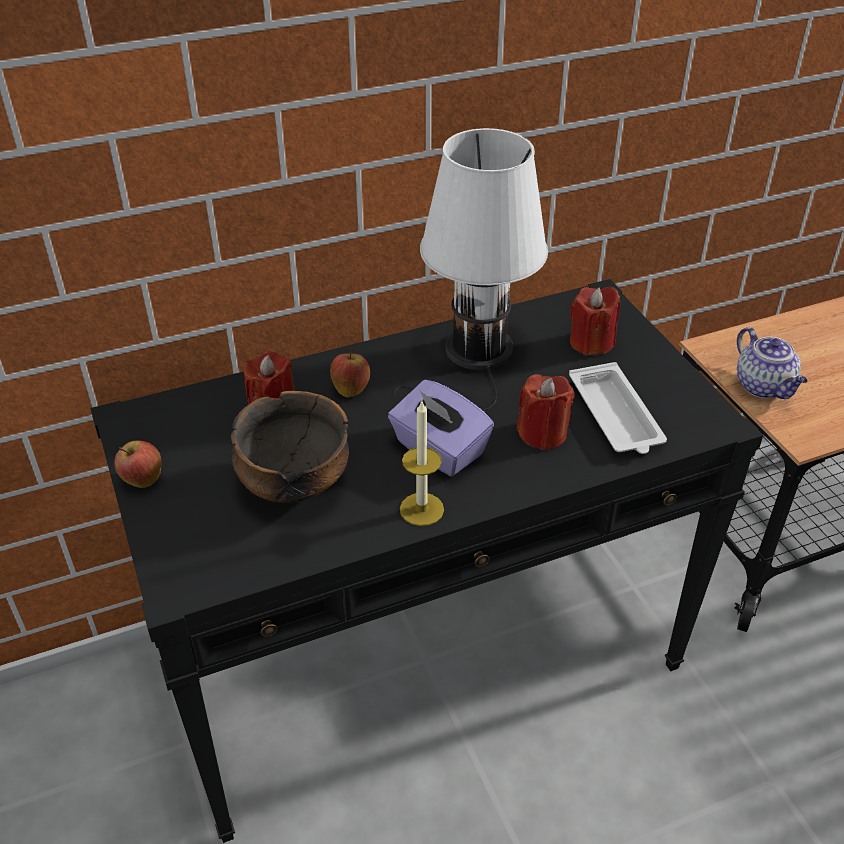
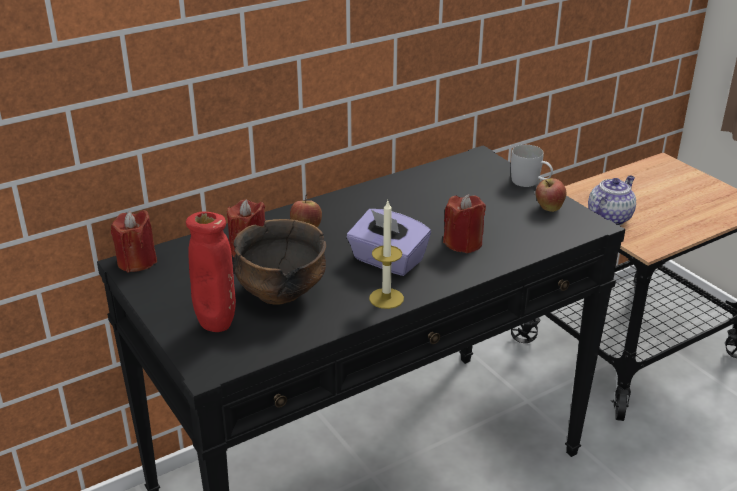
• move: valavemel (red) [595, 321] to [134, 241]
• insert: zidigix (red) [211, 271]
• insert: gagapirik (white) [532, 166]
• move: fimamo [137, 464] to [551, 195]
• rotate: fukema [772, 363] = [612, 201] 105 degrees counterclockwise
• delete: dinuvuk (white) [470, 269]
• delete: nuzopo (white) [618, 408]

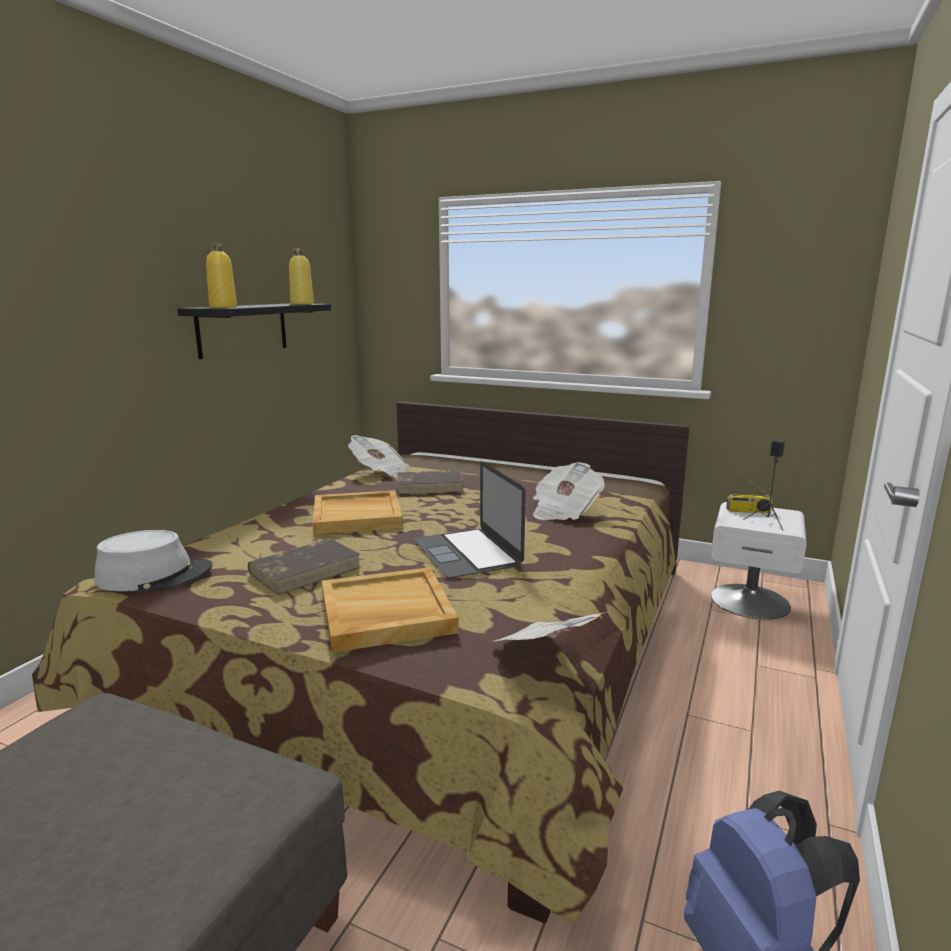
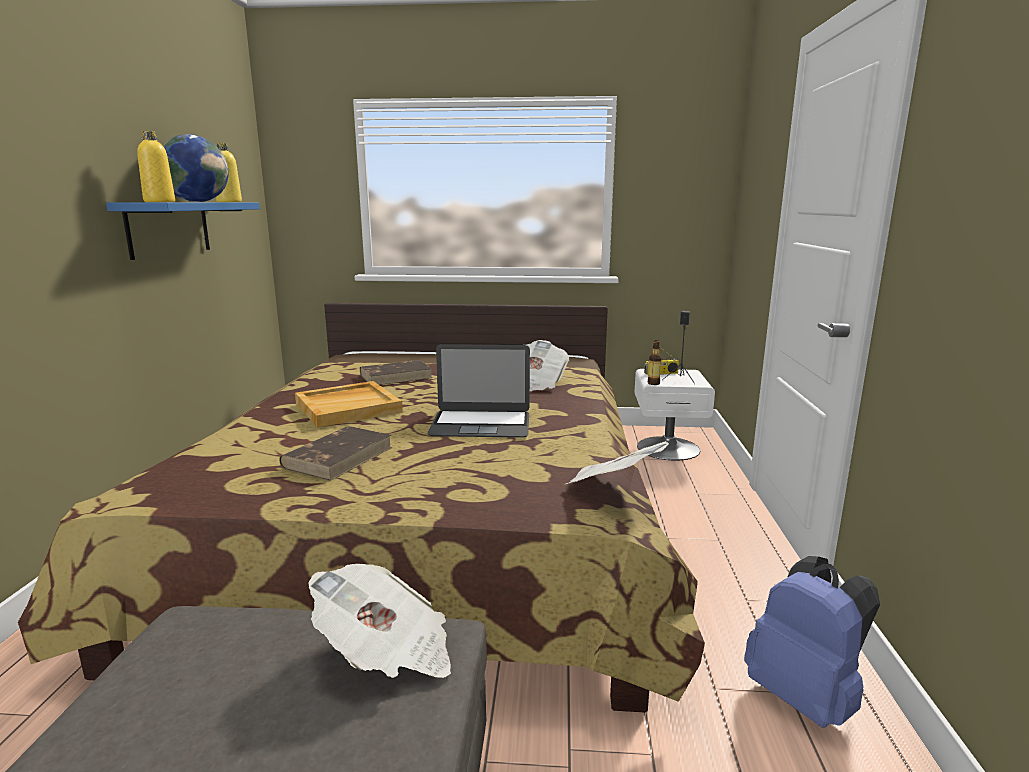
• recolor: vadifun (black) [254, 331] to vadifun (blue) [183, 231]
• insert: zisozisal [196, 168]
• move: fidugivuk [378, 456] to [379, 621]
• rotate: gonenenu [470, 519] = [479, 391] 45 degrees counterclockwise
• insert: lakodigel [655, 362]
• delete: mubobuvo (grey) [154, 560]
• delete: nuzopo (beige) [390, 610]

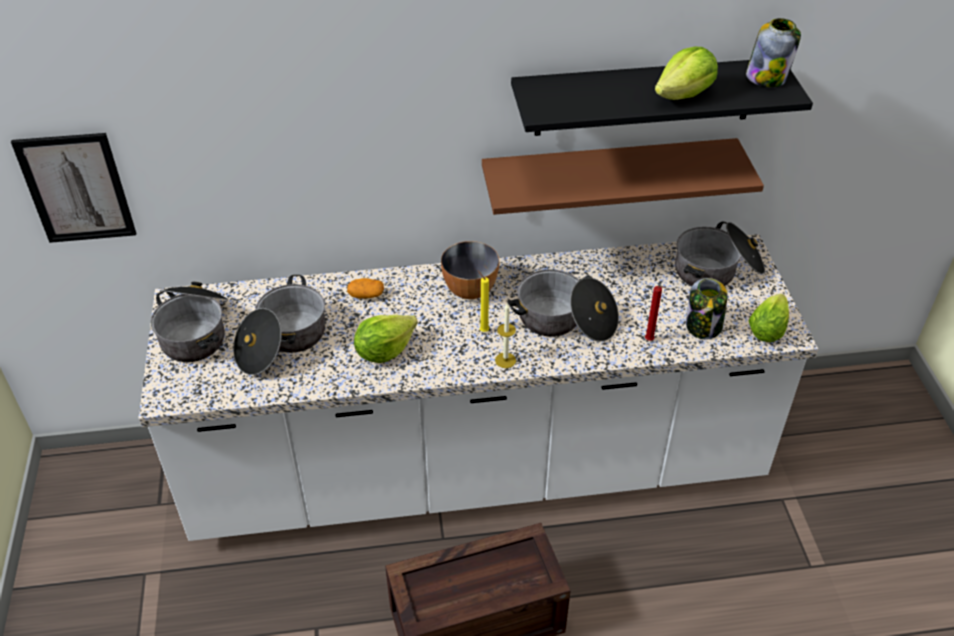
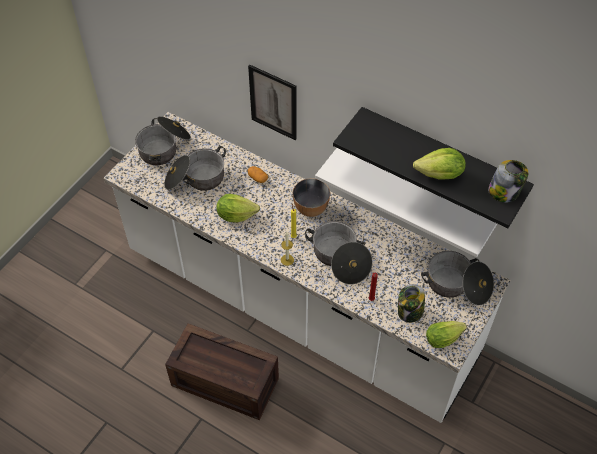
• move: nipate [73, 188] to [272, 102]
• recolor: vadifun (brown) [623, 176] to vadifun (white) [406, 202]

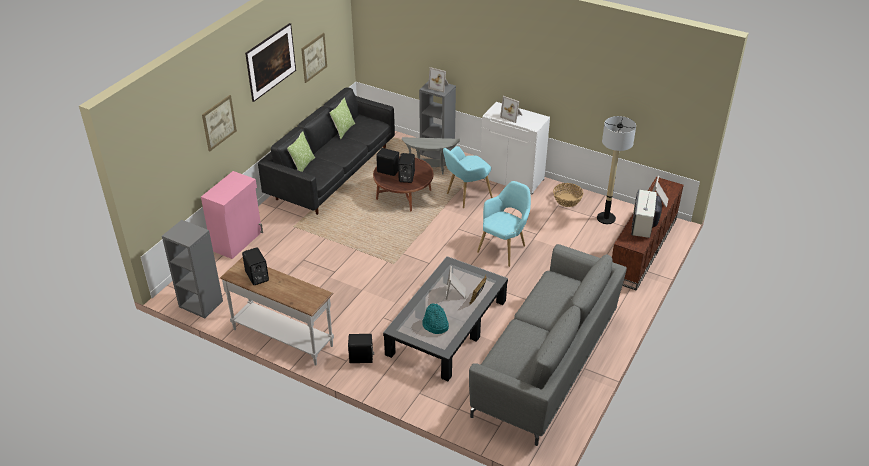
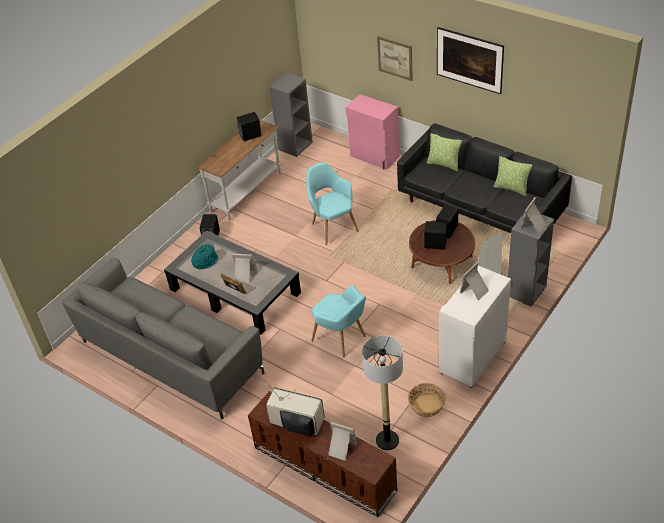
• move: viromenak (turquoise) [468, 177] to [332, 203]
• delete: nipate [314, 58]

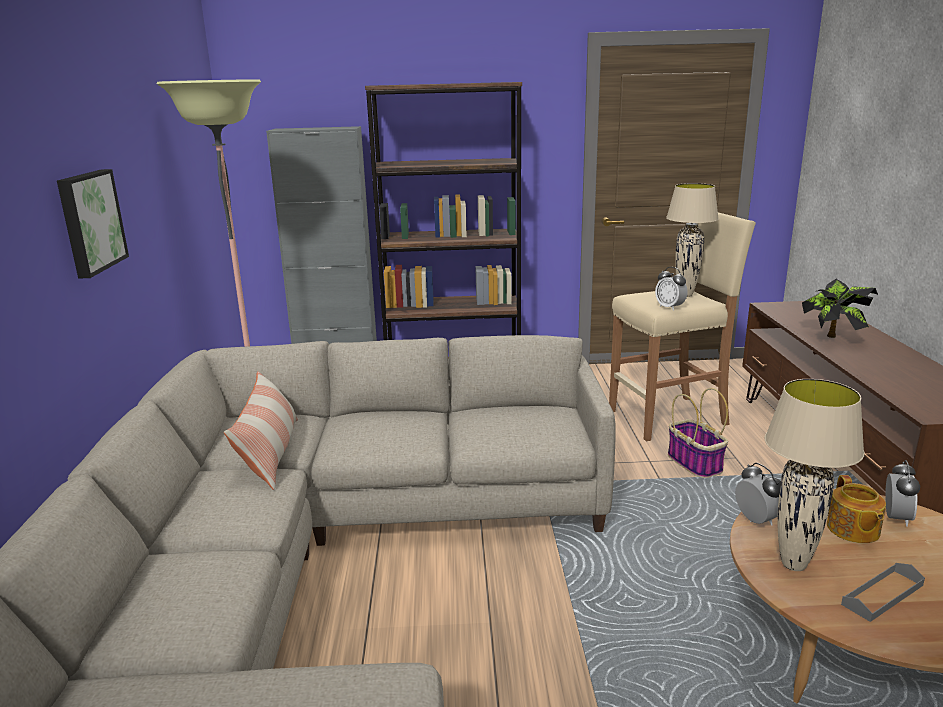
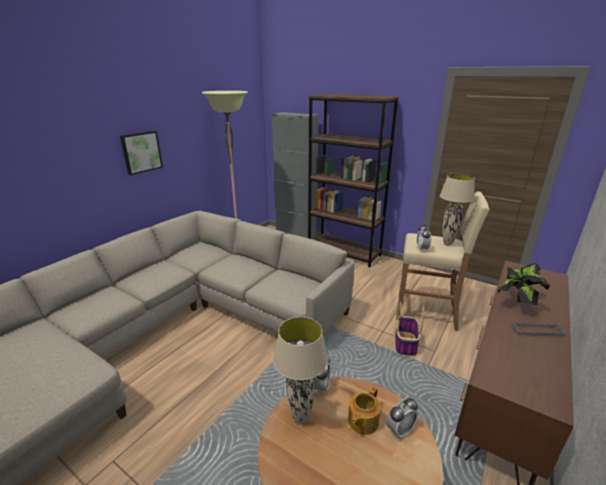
• move: nuzopo (grey) [883, 592] to [538, 330]
• delete: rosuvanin [261, 430]

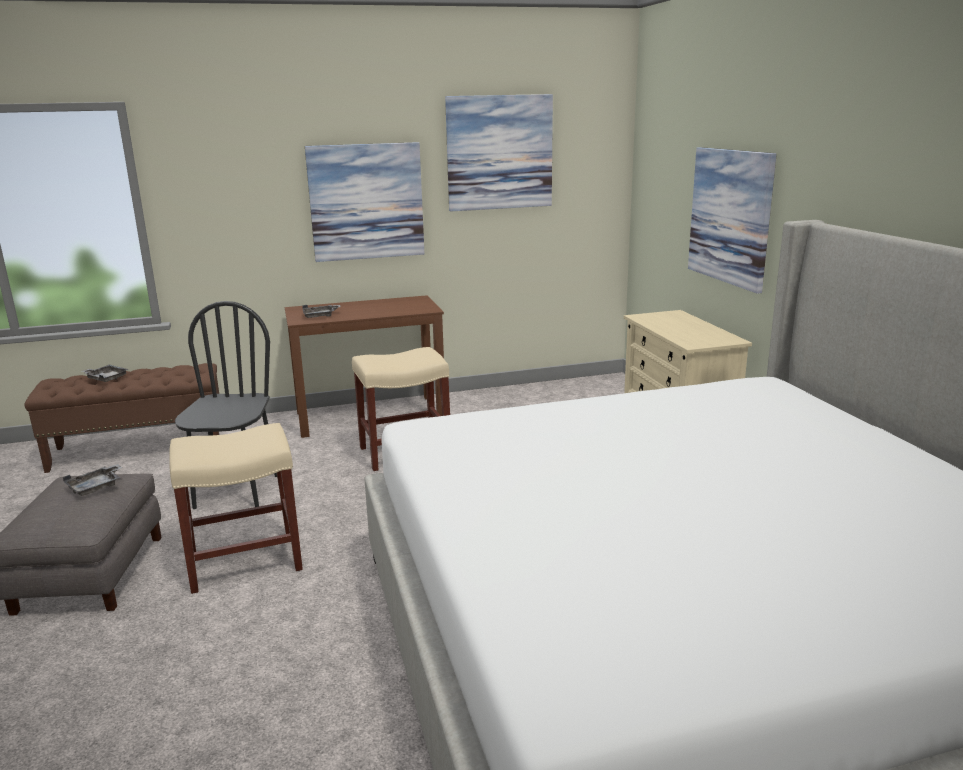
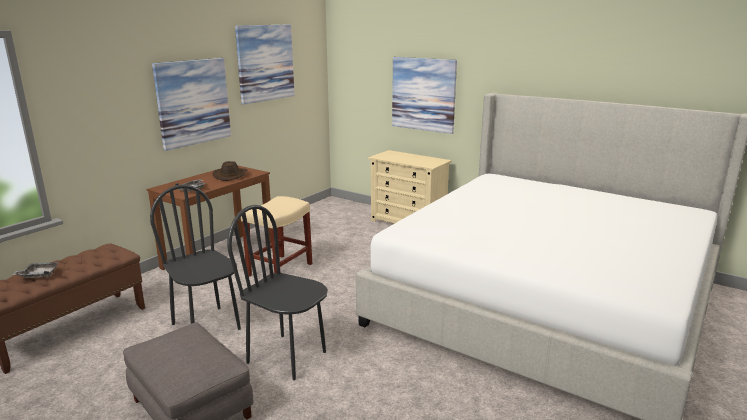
• insert: mubobuvo (brown) [230, 171]
• replace: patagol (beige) [236, 508] to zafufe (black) [277, 292]
• delete: nuzopo (grey) [92, 480]

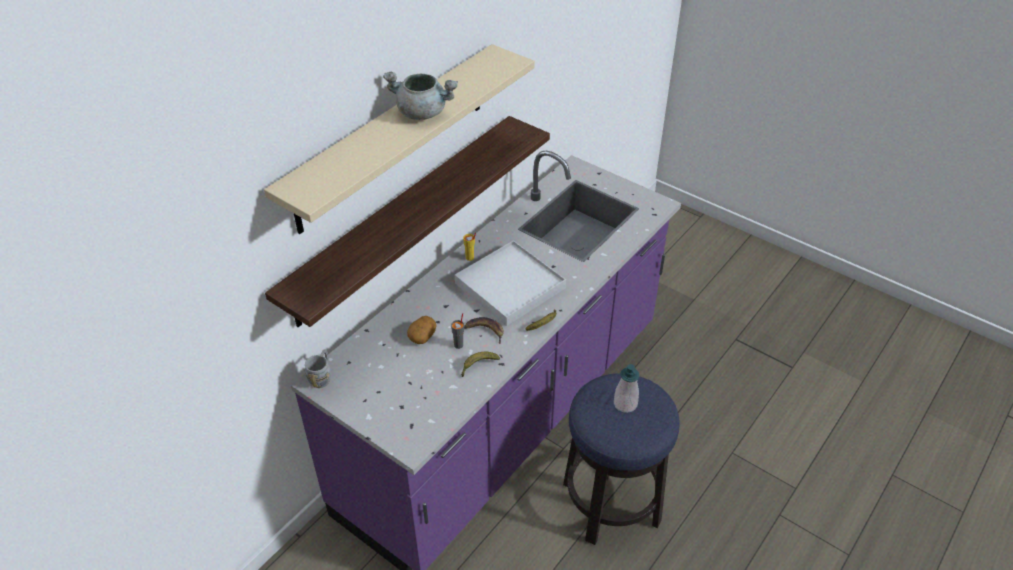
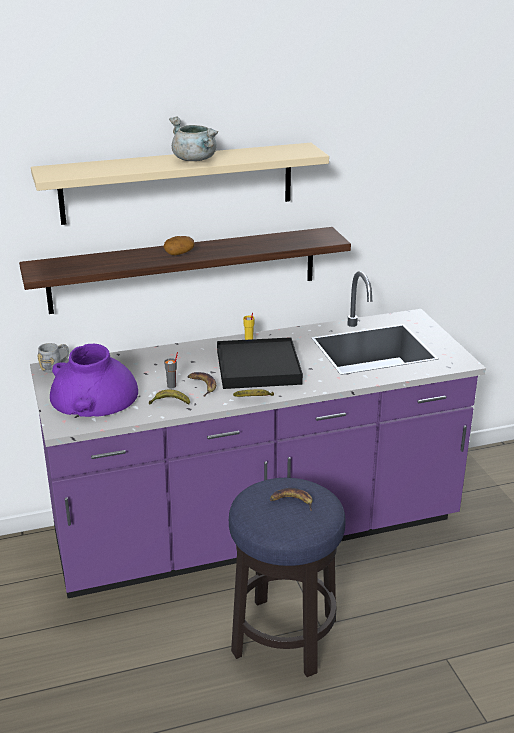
• insert: zidigix (purple) [94, 380]
• move: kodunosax [422, 330] to [179, 245]
• recolor: nuzopo (white) [510, 283] to nuzopo (black) [260, 363]
• replace: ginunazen [626, 388] to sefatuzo [291, 499]

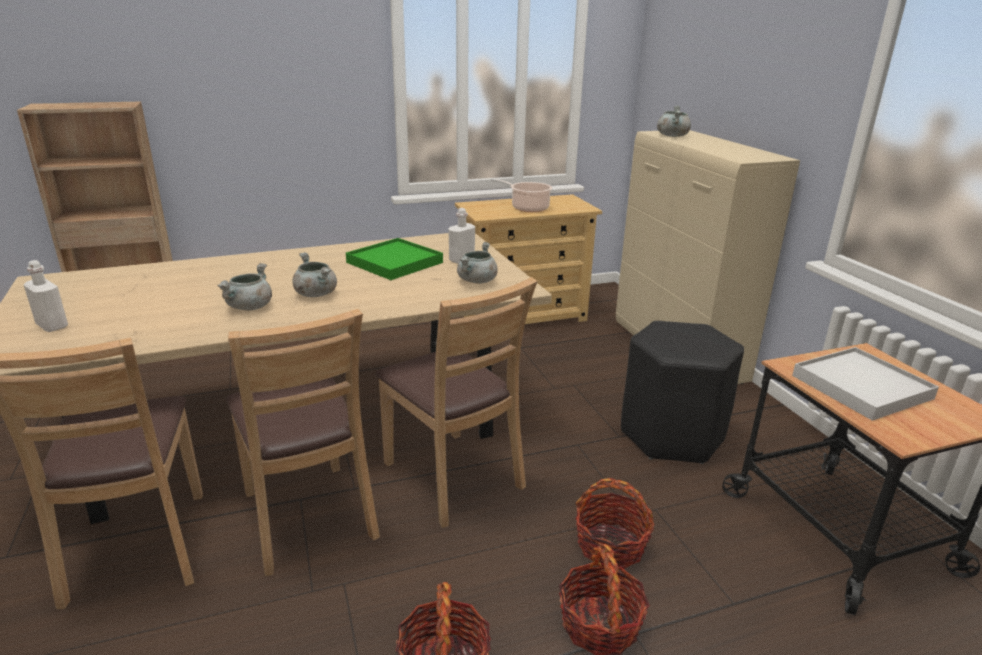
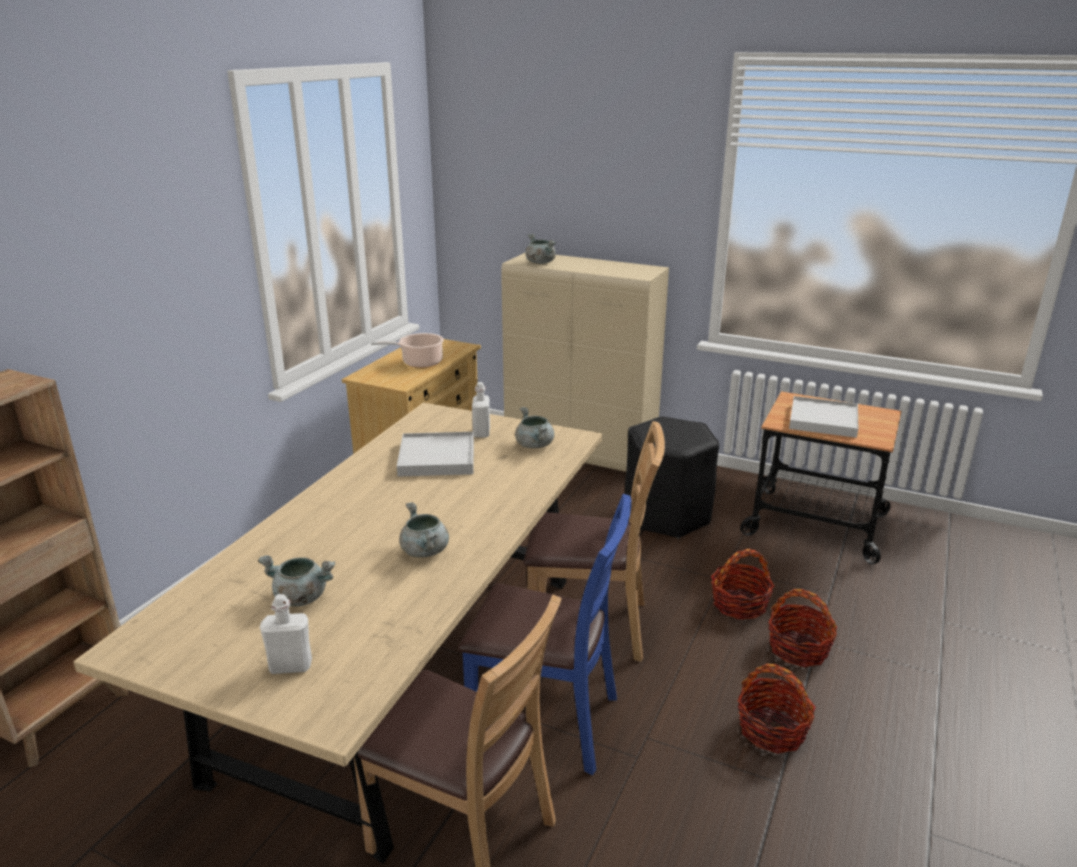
• move: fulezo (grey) [315, 274] to [296, 581]
• recolor: nuzopo (green) [394, 259] to nuzopo (white) [435, 454]
• recolor: zafufe (brown) [303, 442] to zafufe (blue) [545, 634]

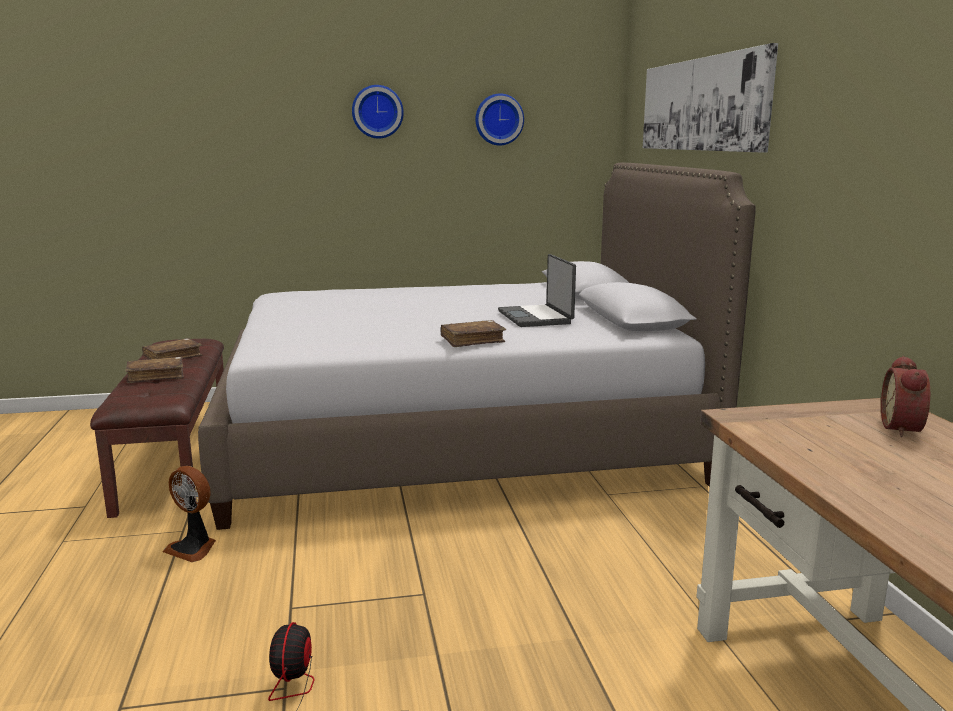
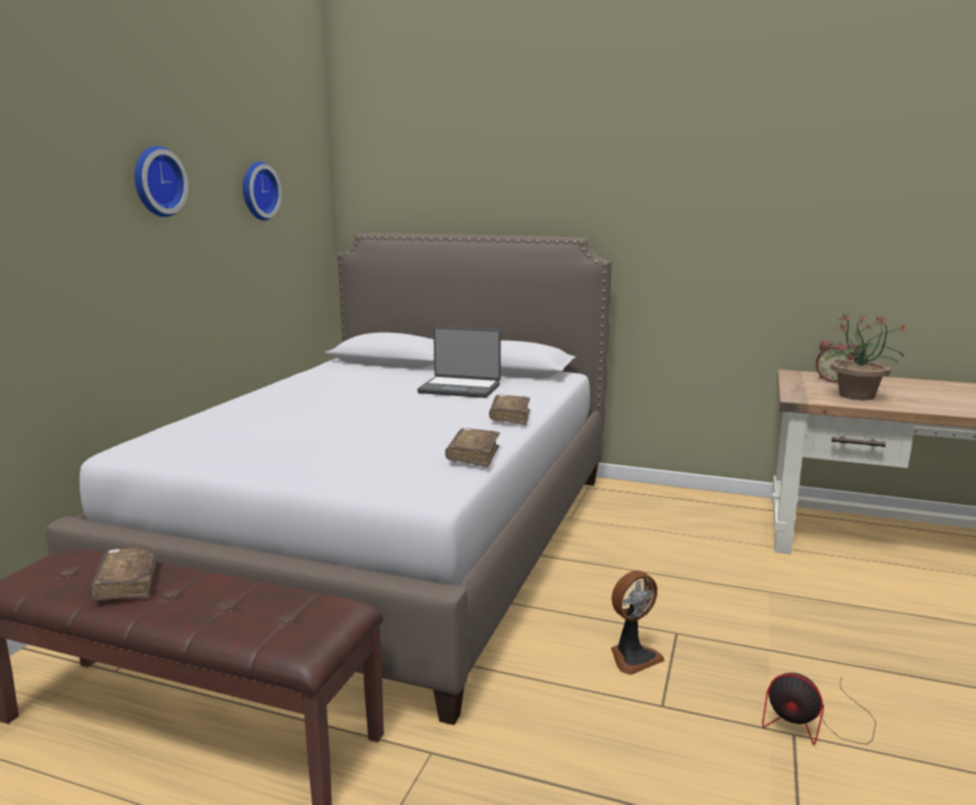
• move: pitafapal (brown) [154, 370] to [472, 447]
• move: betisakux [189, 514] to [638, 623]
• insert: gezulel [866, 356]
• delete: nipate [710, 97]

